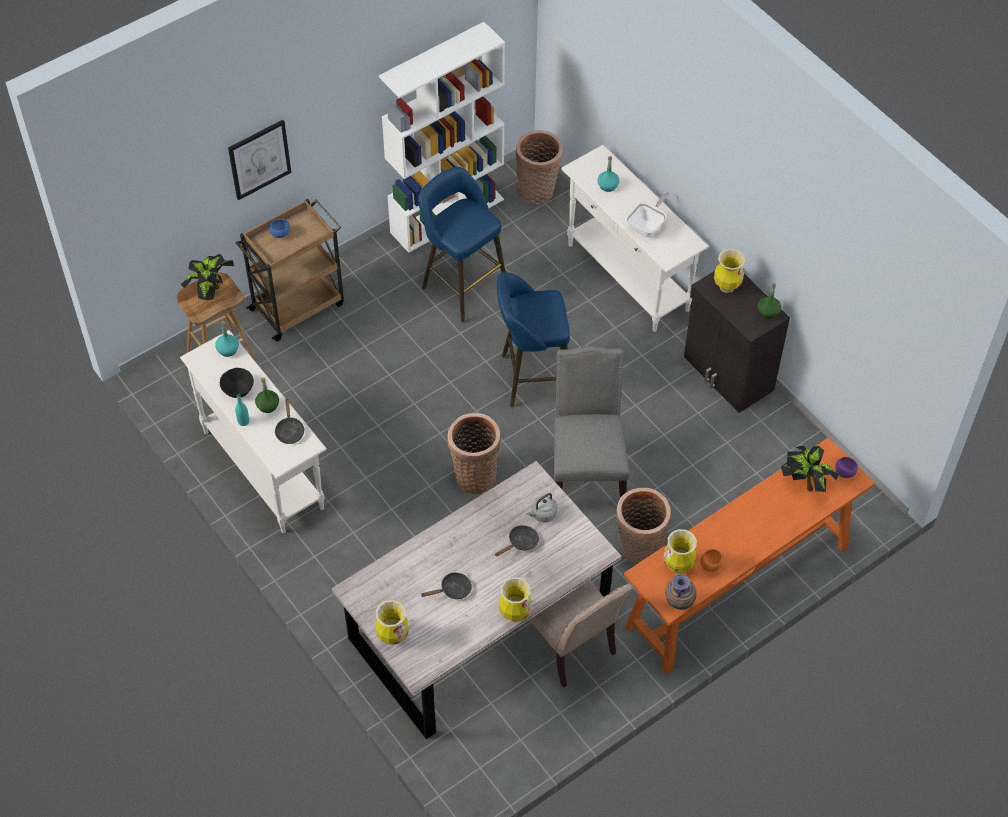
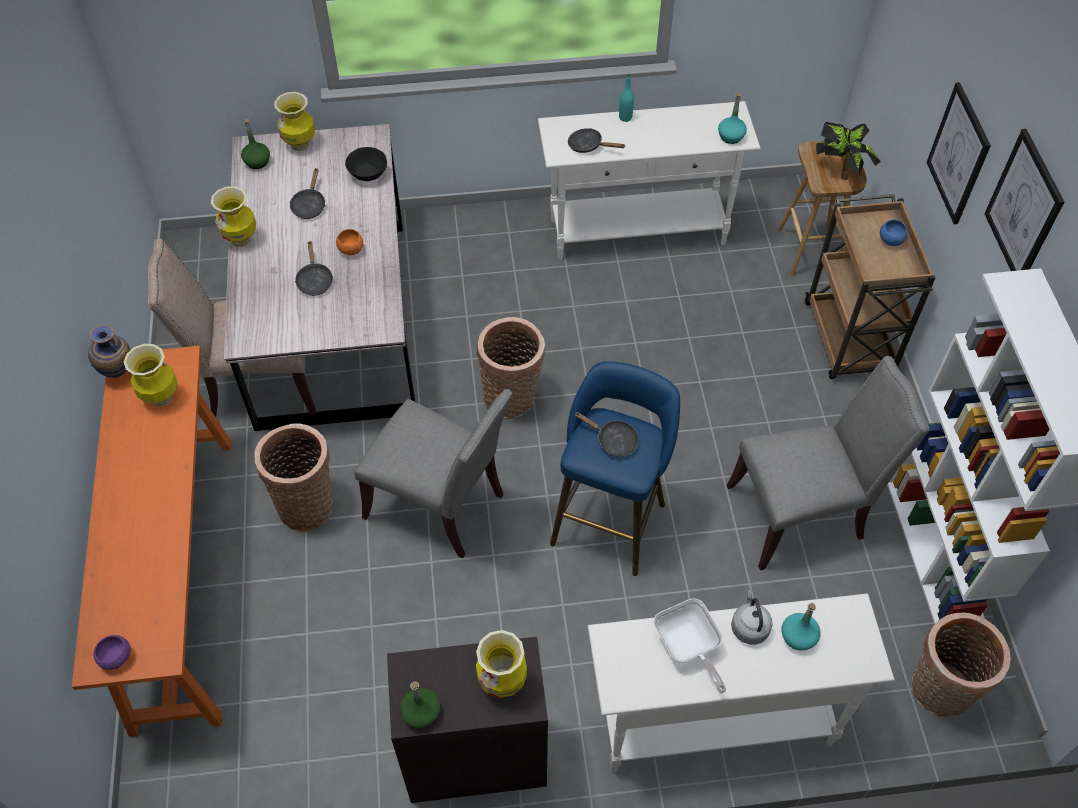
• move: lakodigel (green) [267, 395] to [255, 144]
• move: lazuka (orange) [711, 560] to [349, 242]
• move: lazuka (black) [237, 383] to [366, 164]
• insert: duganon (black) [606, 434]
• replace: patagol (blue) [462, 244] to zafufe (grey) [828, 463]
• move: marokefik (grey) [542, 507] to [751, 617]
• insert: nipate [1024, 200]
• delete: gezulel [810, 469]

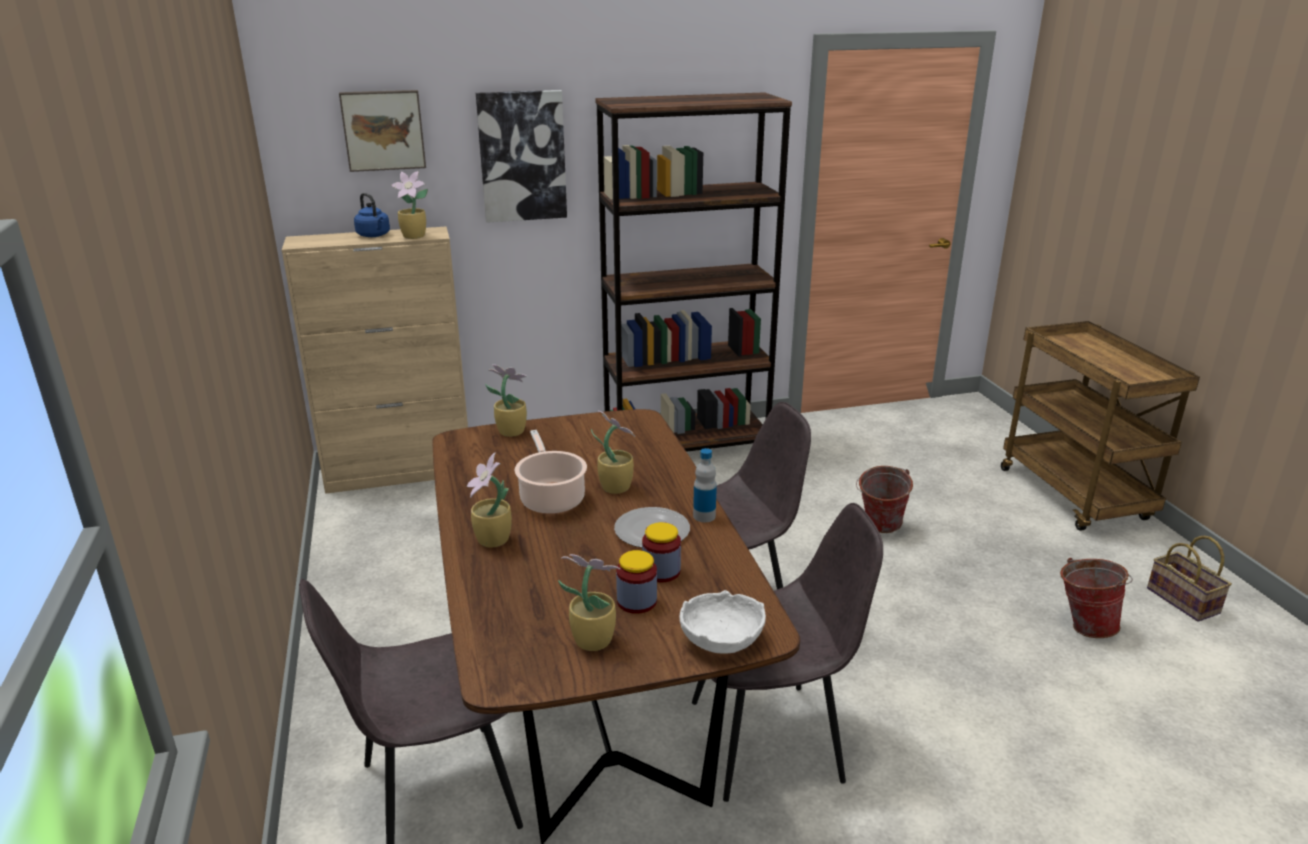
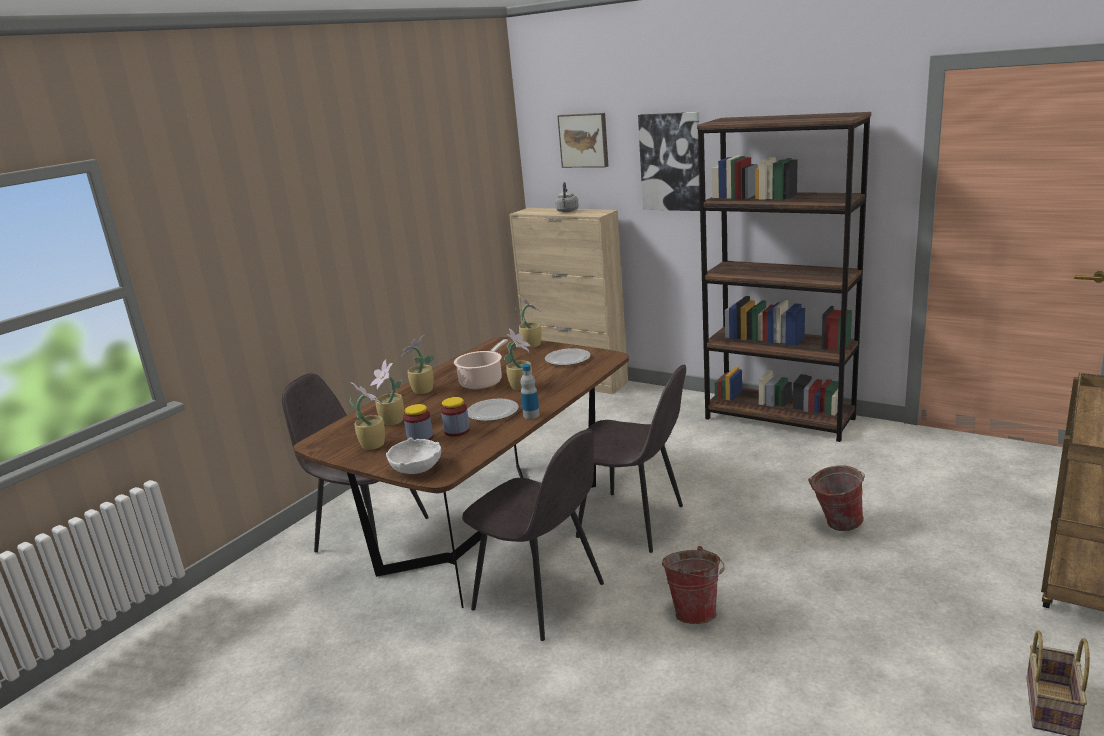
• move: gezulel [409, 205] to [387, 393]
• insert: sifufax [568, 356]
• recolor: marokefik (blue) [372, 215] to marokefik (grey) [567, 197]
• move: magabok [1096, 598] to [693, 585]

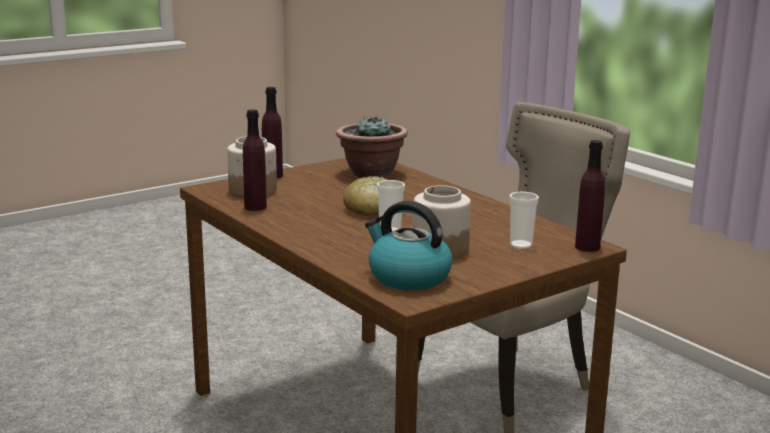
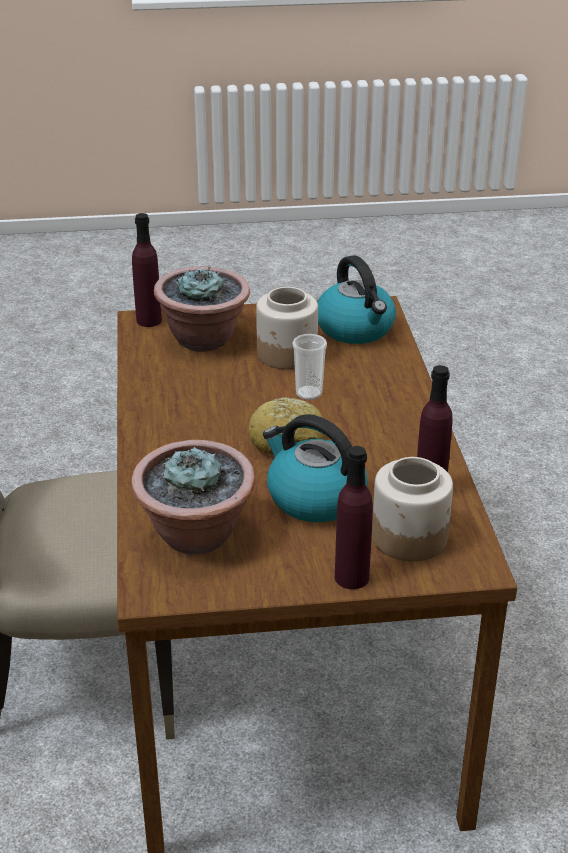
• replace: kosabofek [524, 220] to gezulel [202, 309]
• insert: marokefik [315, 468]

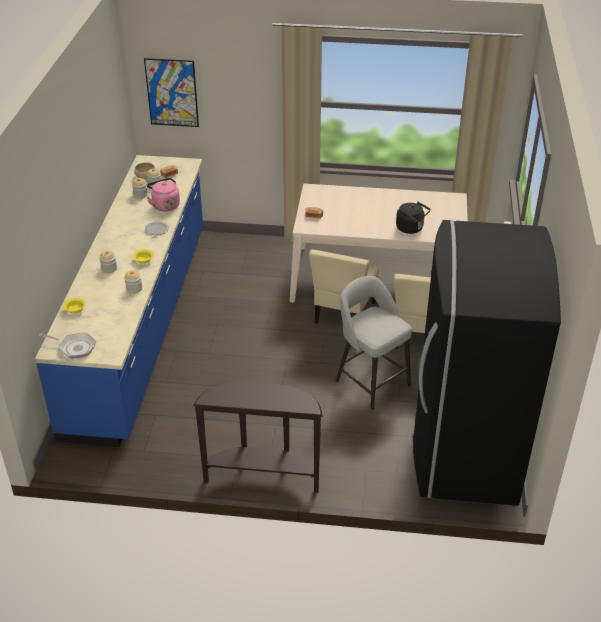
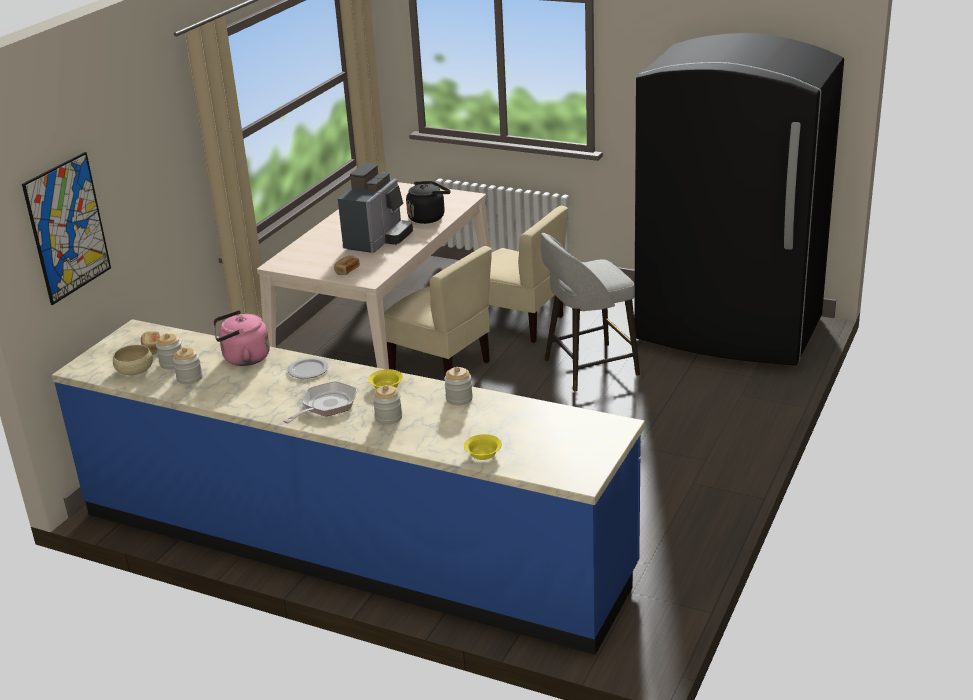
• move: duganon [67, 346] to [320, 402]
• insert: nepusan [375, 208]
• delete: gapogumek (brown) [258, 437]

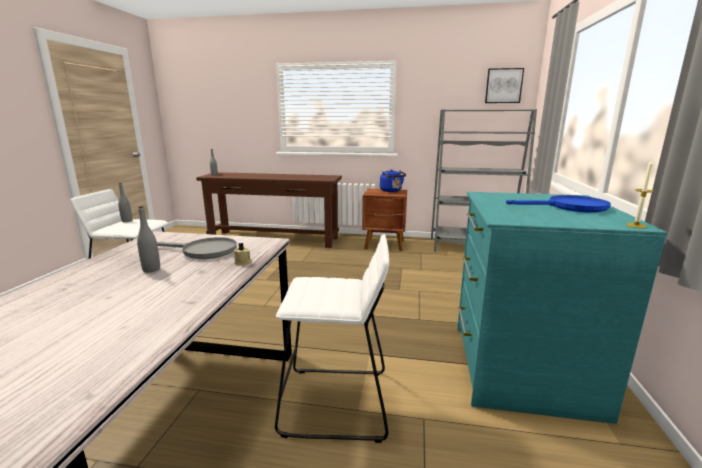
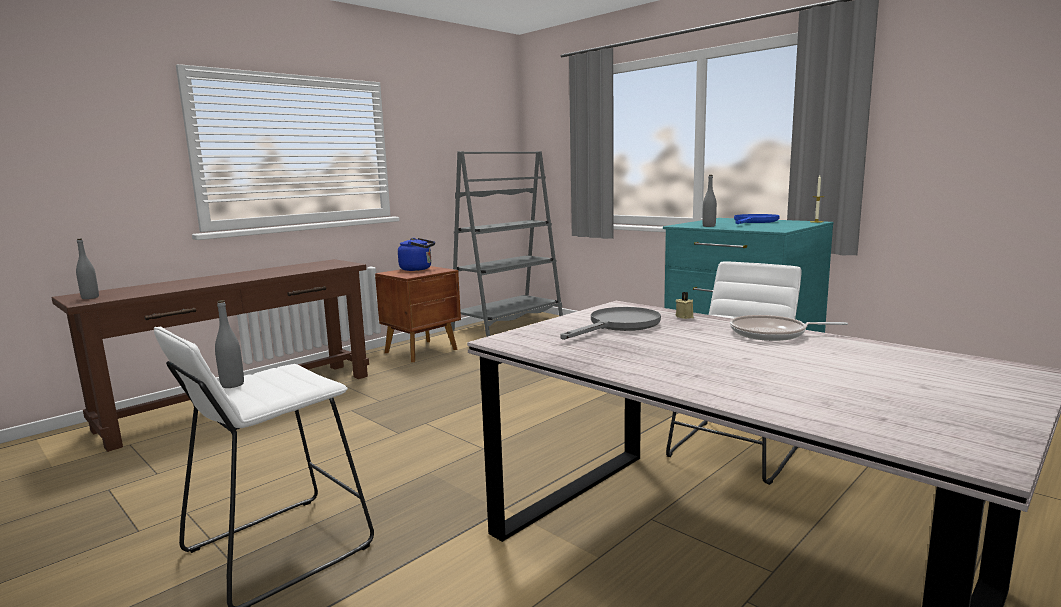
• move: lakodigel (grey) [148, 239] to [709, 201]
• insert: duganon [789, 328]
• delete: nipate [504, 85]

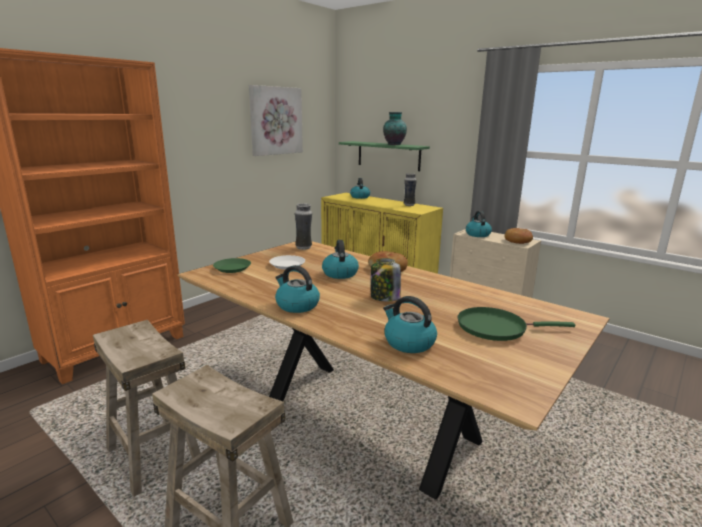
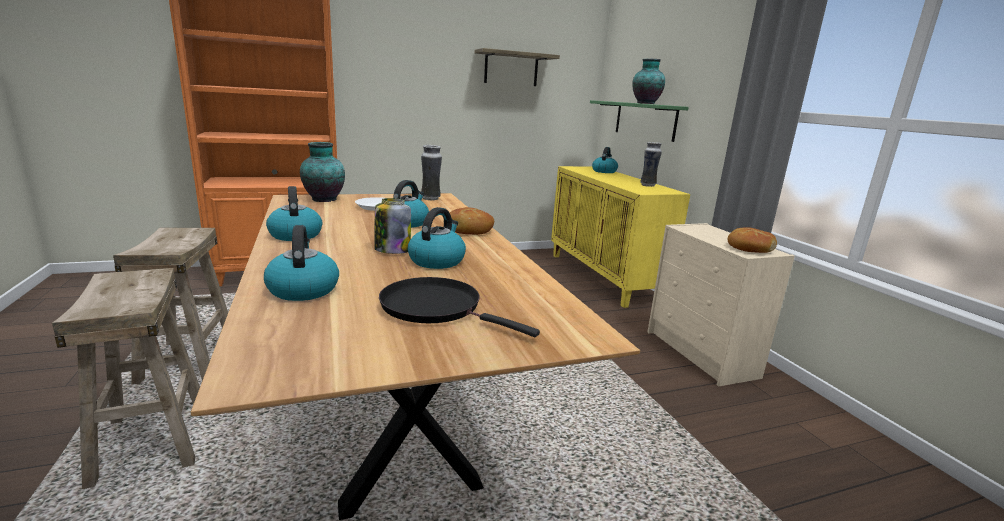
• replace: sifufax (green) [232, 265] to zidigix [322, 172]
• recolor: duganon (green) [516, 324] to duganon (black) [459, 307]
• move: marokefik [479, 224] to [437, 238]
• replace: nipate [276, 120] to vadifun [517, 67]

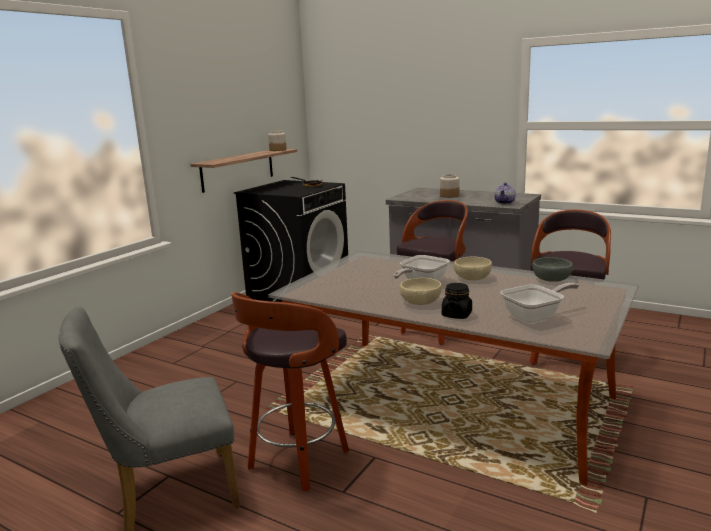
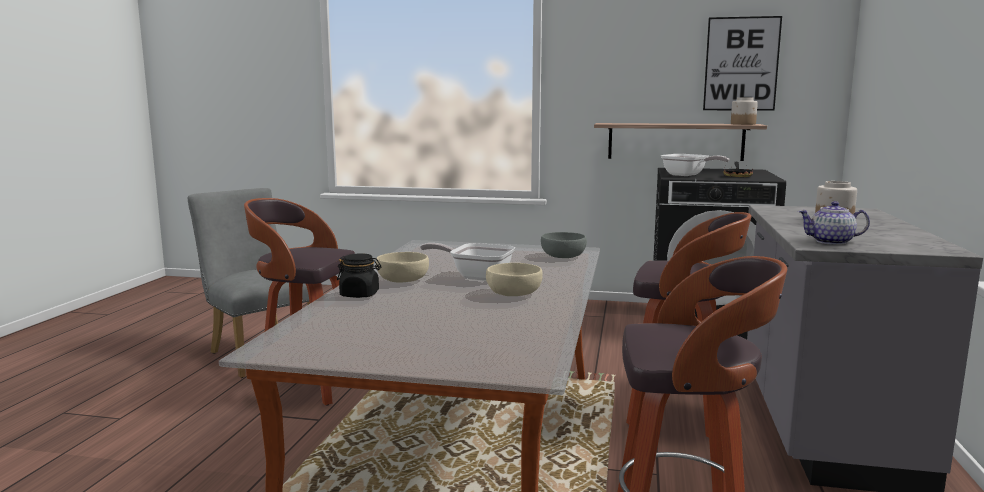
• move: lazuka (grey) [552, 269] to [564, 245]
• move: duganon [540, 303] to [695, 165]
• insert: nipate [742, 63]

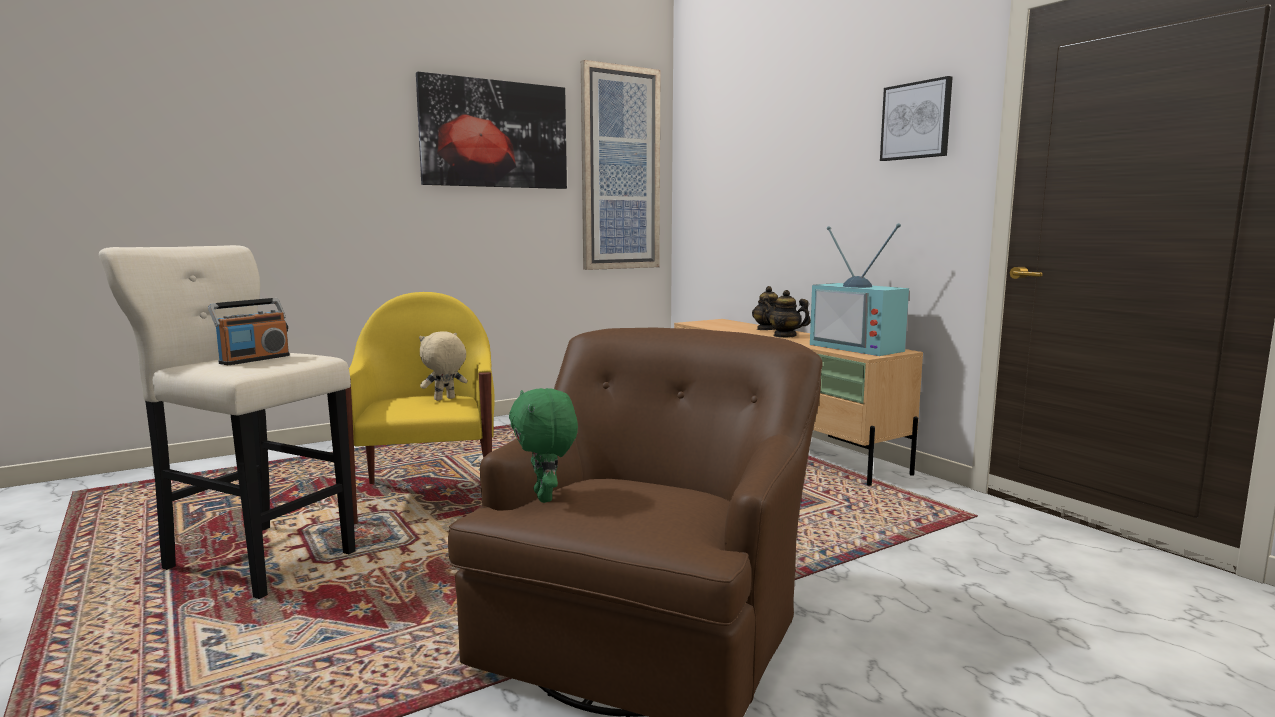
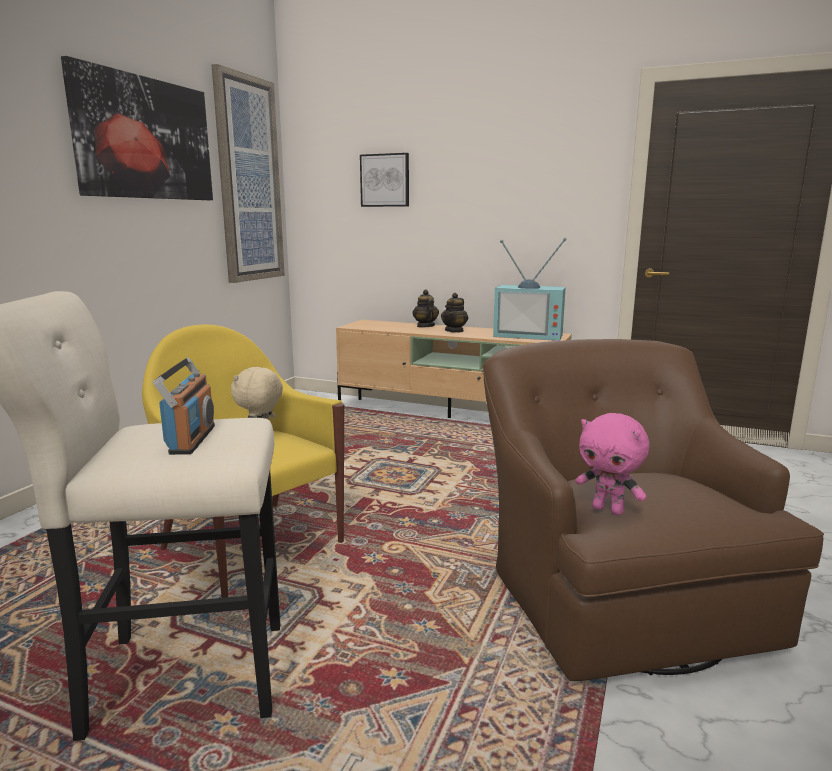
• move: nipate [916, 118] to [384, 180]
• rotate: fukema [787, 314] = [454, 313] 60 degrees counterclockwise
• recolor: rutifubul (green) [543, 445] to rutifubul (pink) [612, 464]

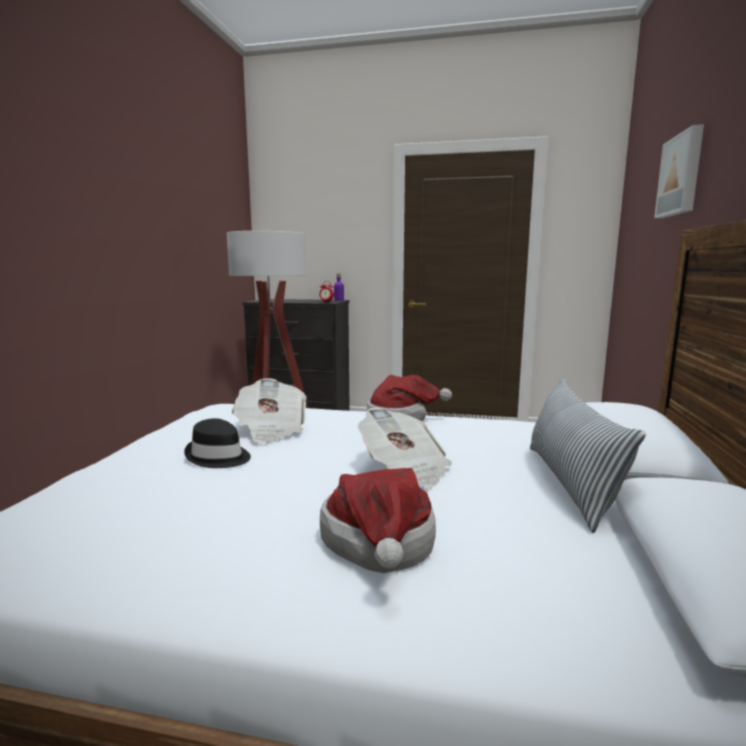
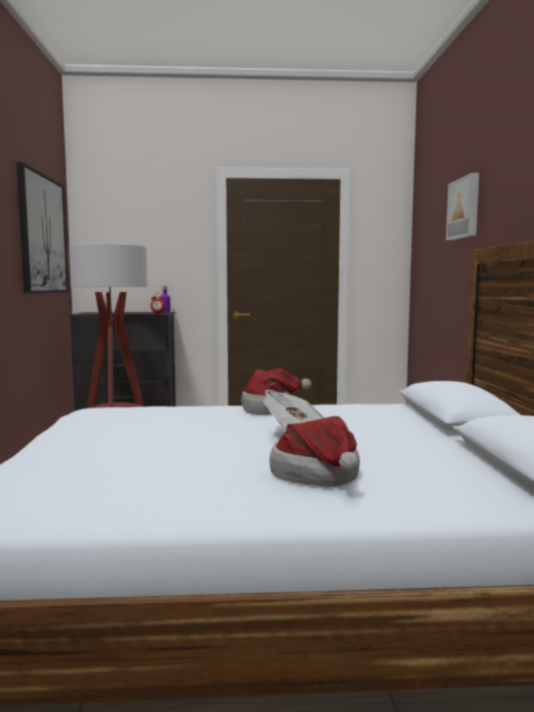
• insert: nipate [42, 228]
• delete: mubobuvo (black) [217, 443]
• delete: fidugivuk [269, 411]
• delete: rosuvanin [588, 455]

